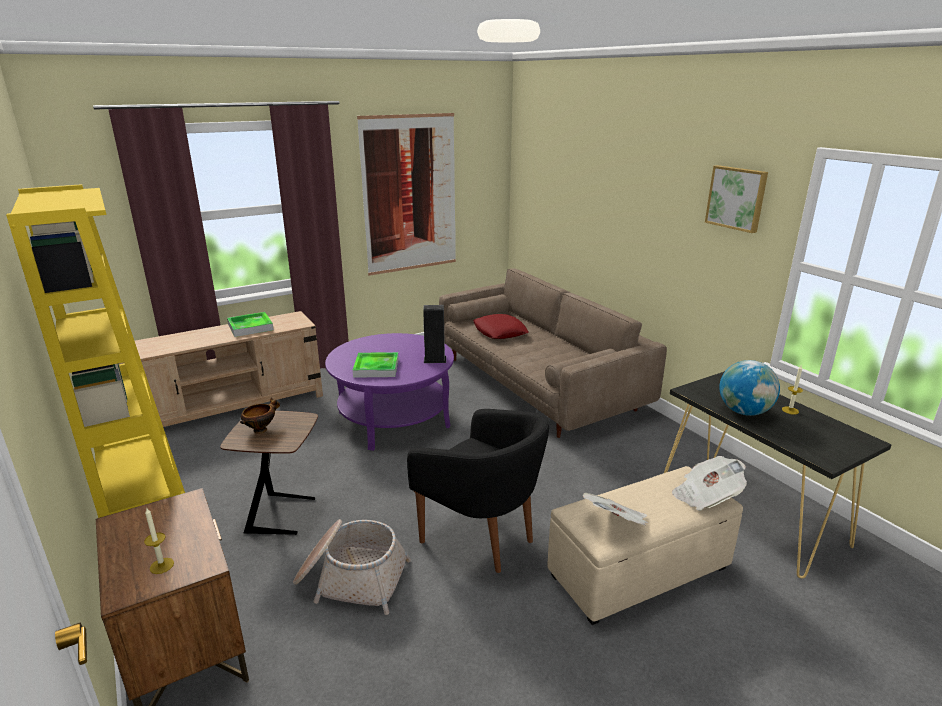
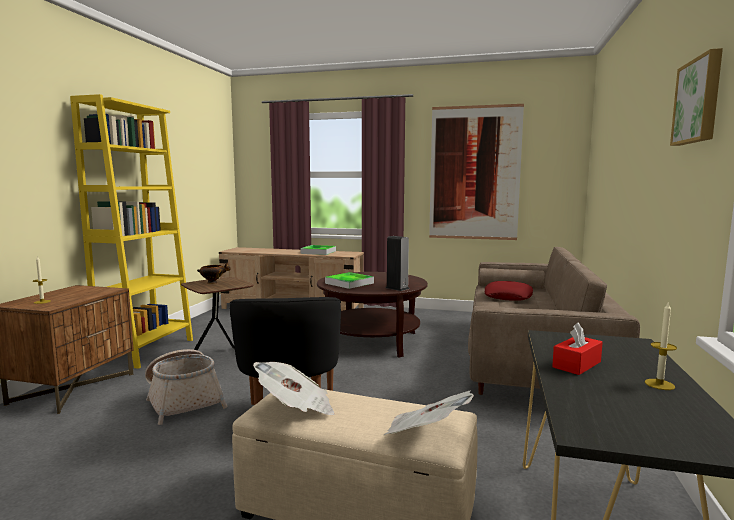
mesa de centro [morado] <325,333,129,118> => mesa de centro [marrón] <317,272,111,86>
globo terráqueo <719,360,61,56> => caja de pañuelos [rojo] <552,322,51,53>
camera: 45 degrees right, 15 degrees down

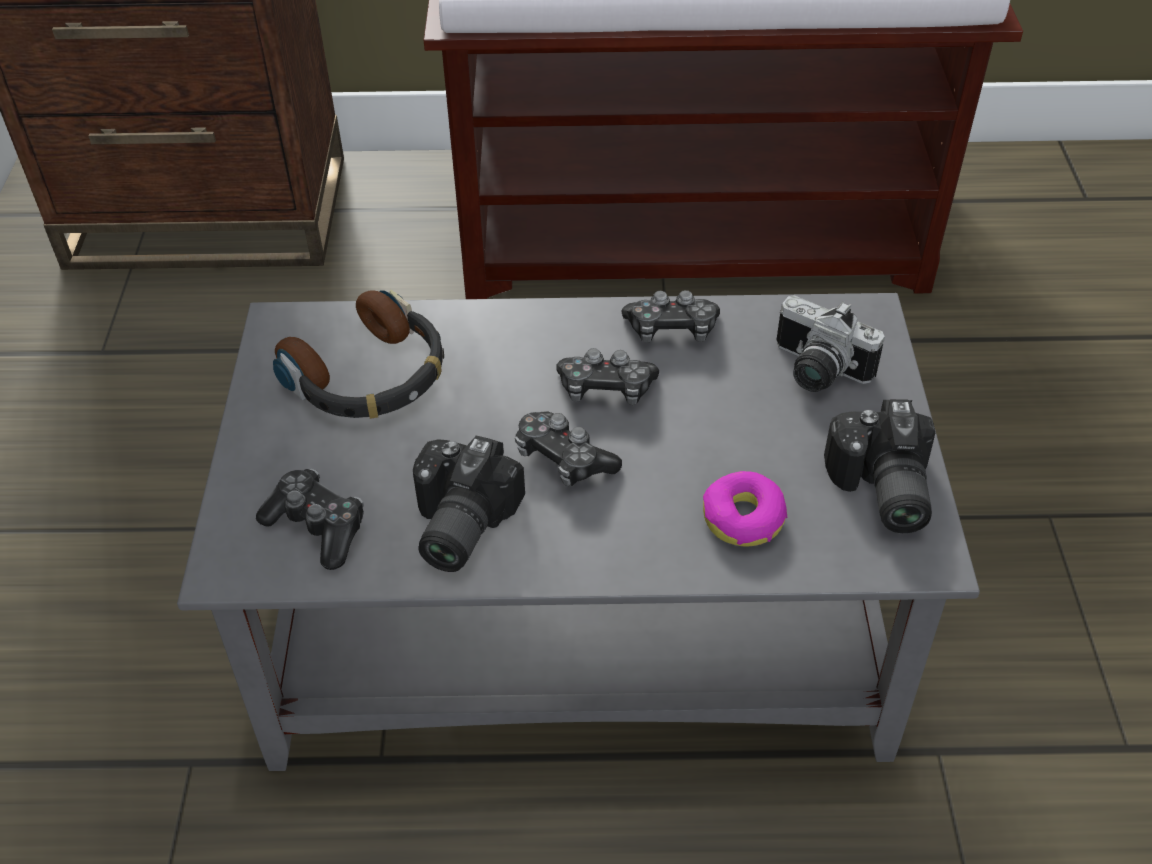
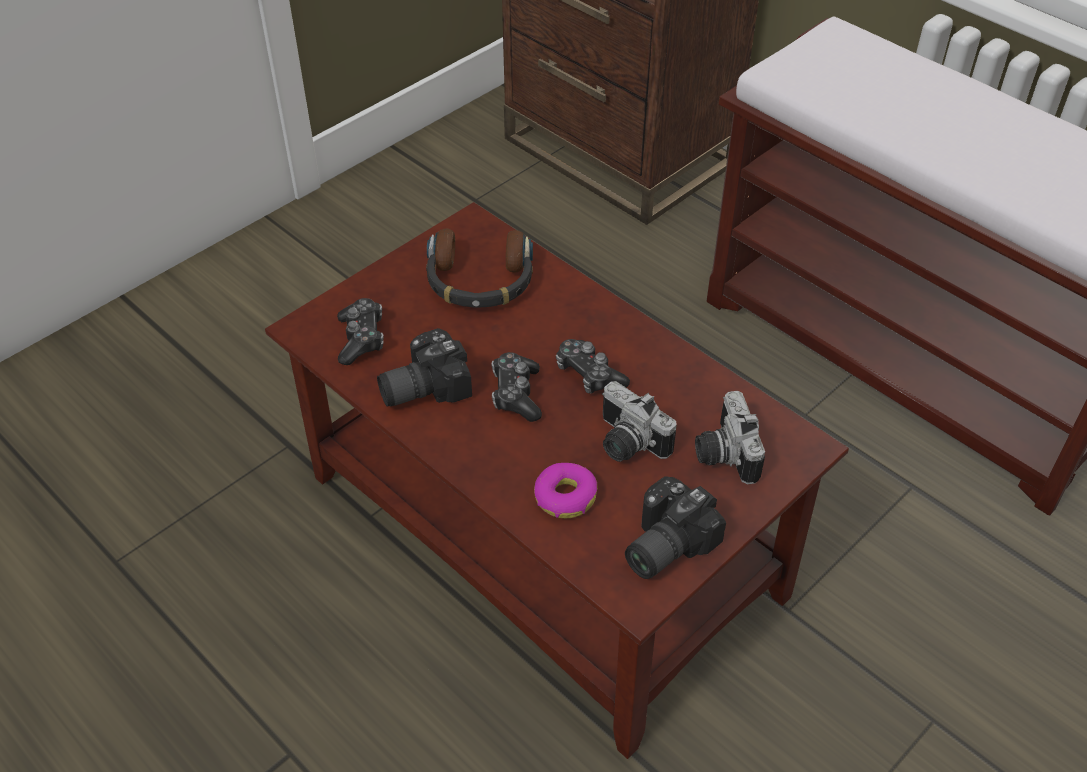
mesa de centro [gris] <177,293,803,478> => mesa de centro [marrón] <265,202,584,557>
nothing => cámara <602,381,75,81>
mando de consola <622,290,98,53> => nothing
camera: 45 degrees right, 0 degrees up

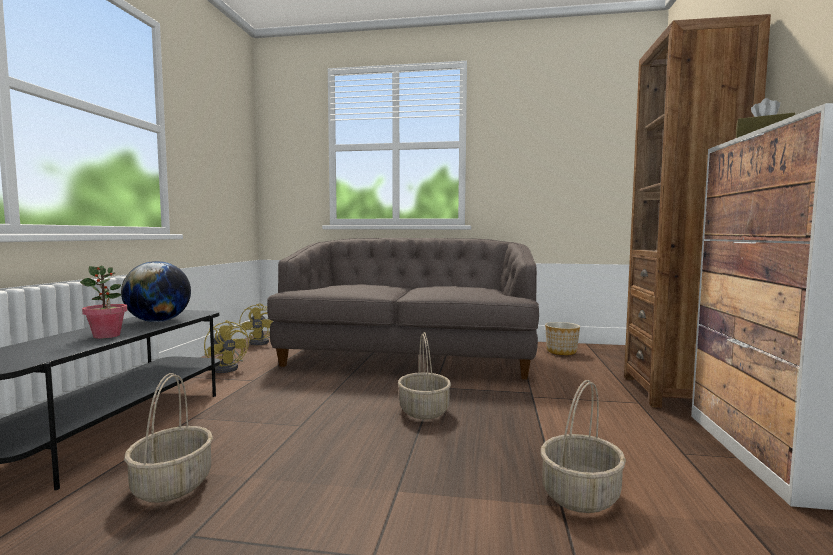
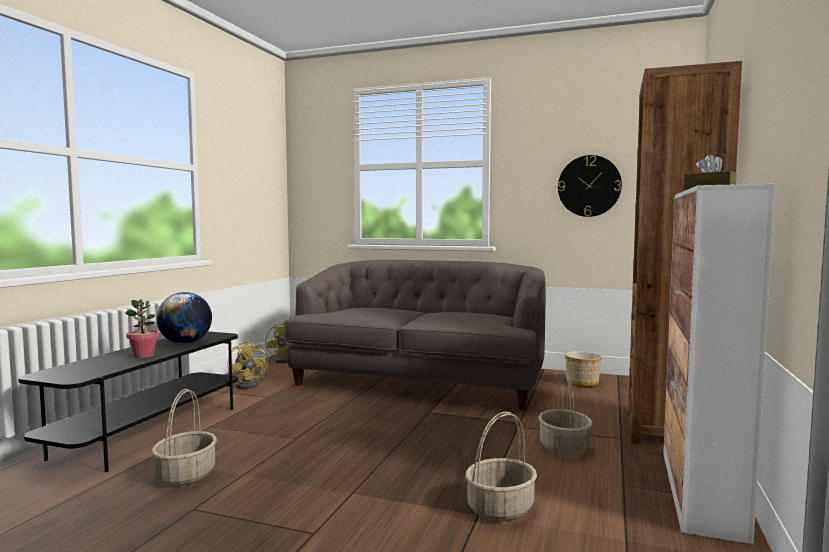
cesta <398,332,53,87> => cesta <538,370,55,86>, relocated
nothing => reloj de pared <558,155,64,62>
camera: 10 degrees right, 0 degrees up

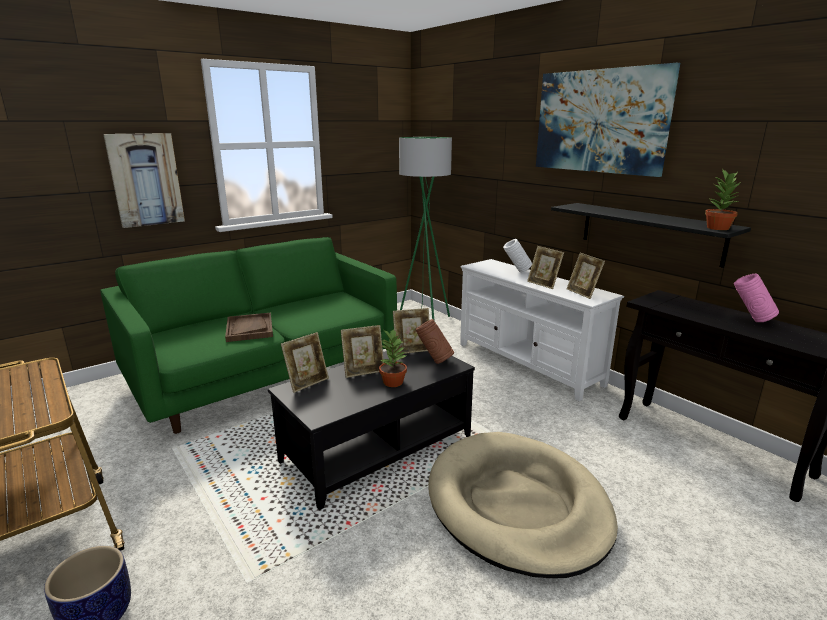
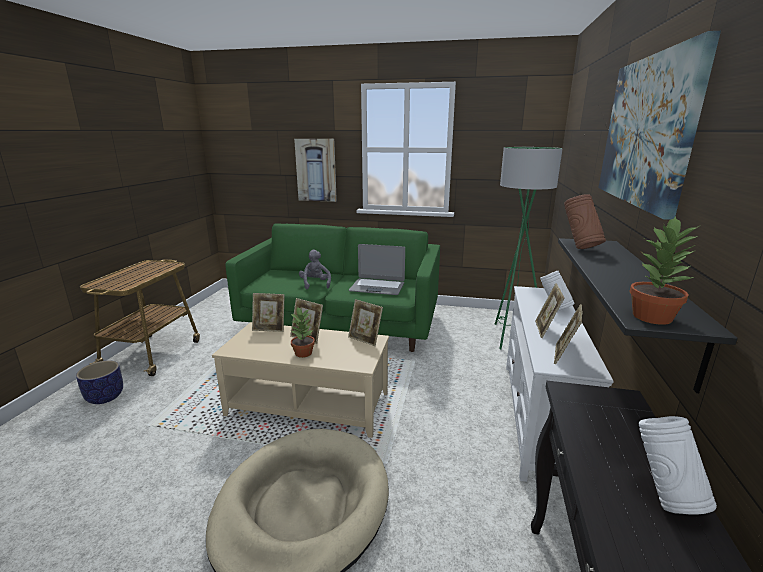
mesa de centro [negro] <268,350,207,160> => mesa de centro [beis] <212,322,177,116>
bandeja [marrón] <225,313,48,29> => peluche [gris] <299,250,32,39>
nothing => portátil <349,244,56,51>
florero [marrón] <416,319,38,45> => florero [marrón] <564,194,42,55>, relocated
florero [rosa] <734,274,45,48> => florero [blanco] <638,416,79,99>
camera: 50 degrees right, 0 degrees up

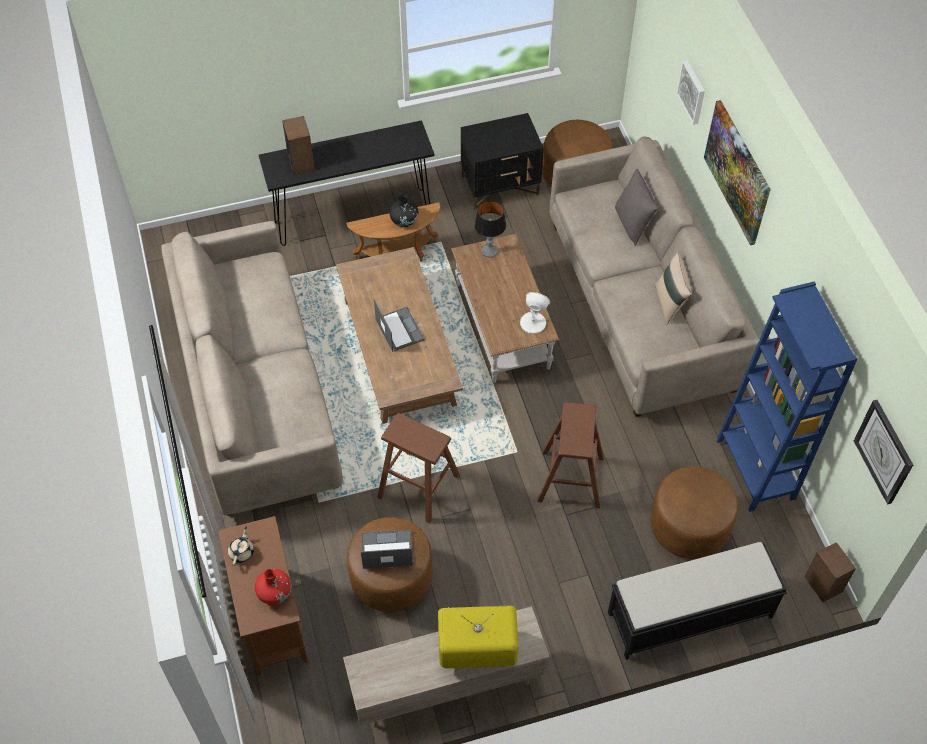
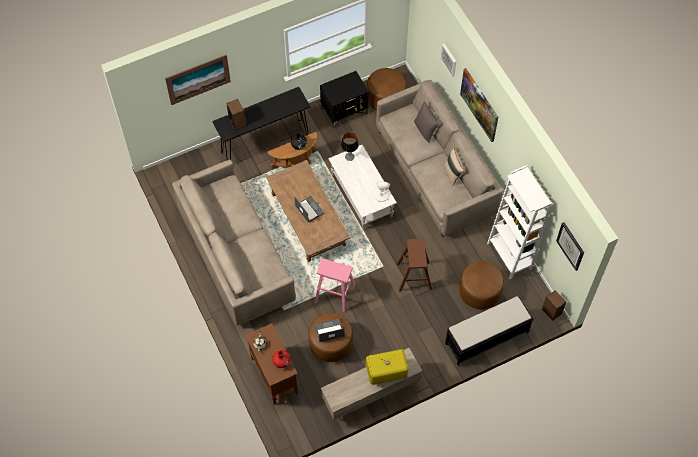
nothing => cuadro <165,55,66,50>
taburete [marrón] <377,413,83,111> => taburete [rosa] <314,258,41,54>
mesa de centro [marrón] <451,234,108,149> => mesa de centro [blanco] <328,145,69,85>
estantería [azul] <716,281,141,231> => estantería [blanco] <487,165,65,114>
camera: 10 degrees left, 5 degrees up

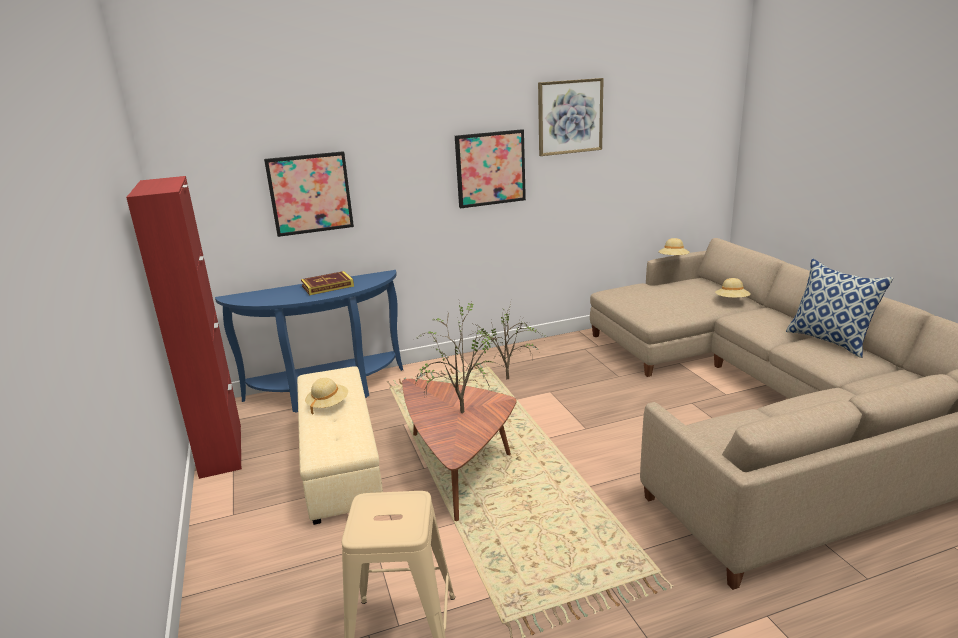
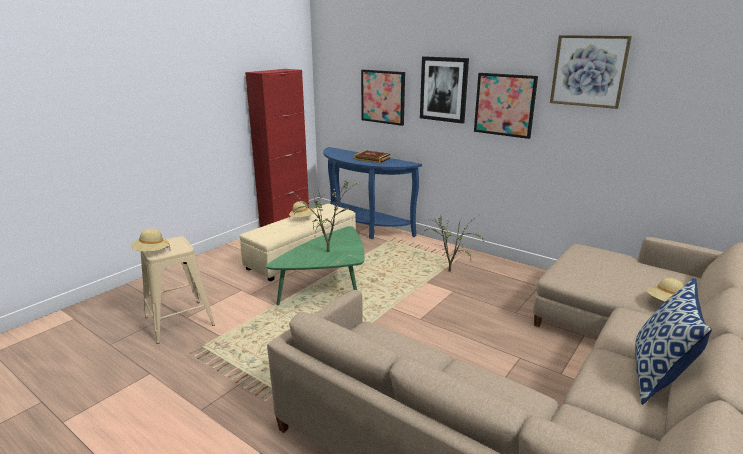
sombrero [beis] <658,238,32,17> => sombrero [beis] <131,228,40,24>, relocated
mesa de centro [marrón] <402,379,115,142> => mesa de centro [verde] <266,226,98,79>
nothing => cuadro <420,56,49,68>
camera: 55 degrees right, 0 degrees up

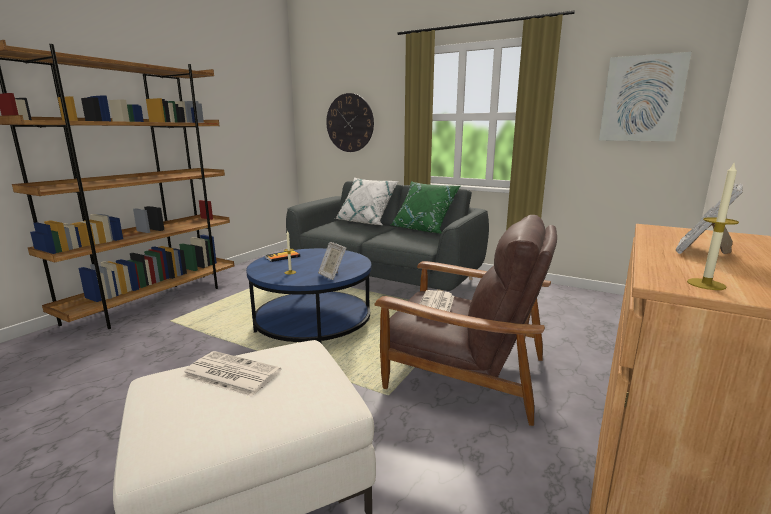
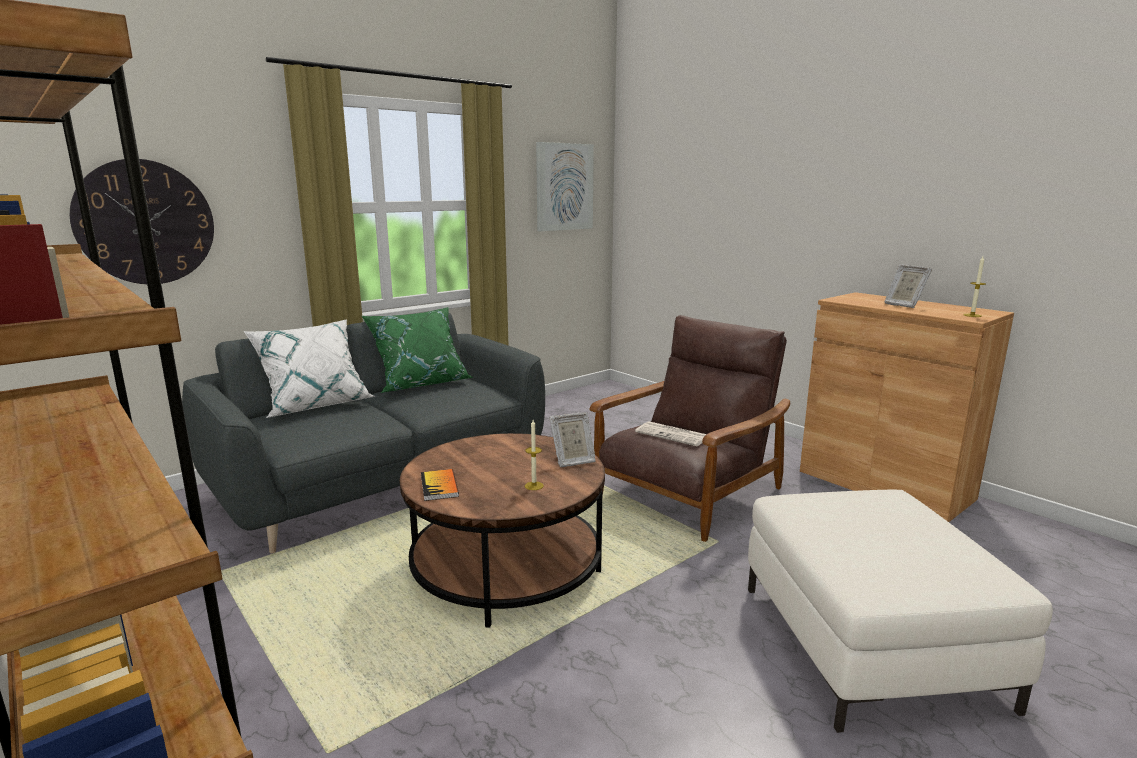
mesa de centro [azul] <246,248,126,96> => mesa de centro [marrón] <400,433,205,195>
periódico <182,351,99,46> => nothing
camera: 70 degrees left, 0 degrees up

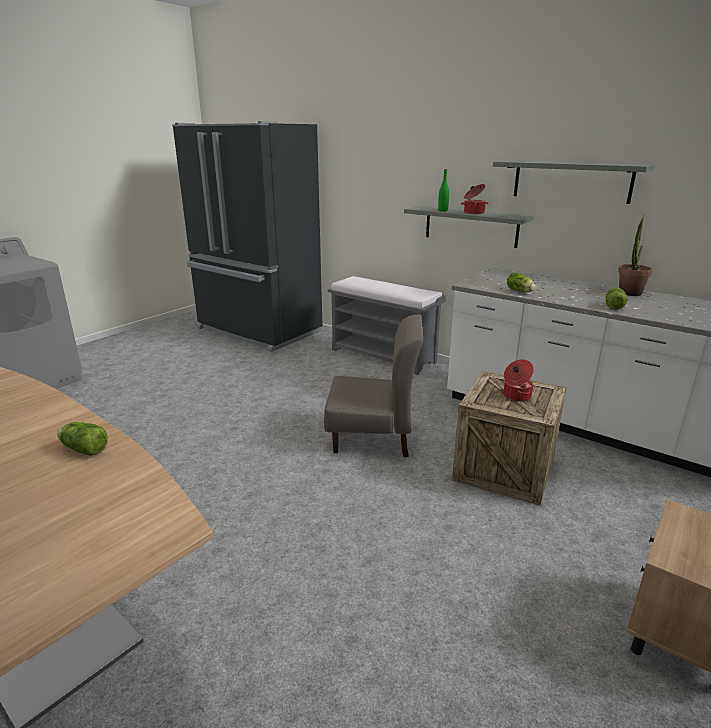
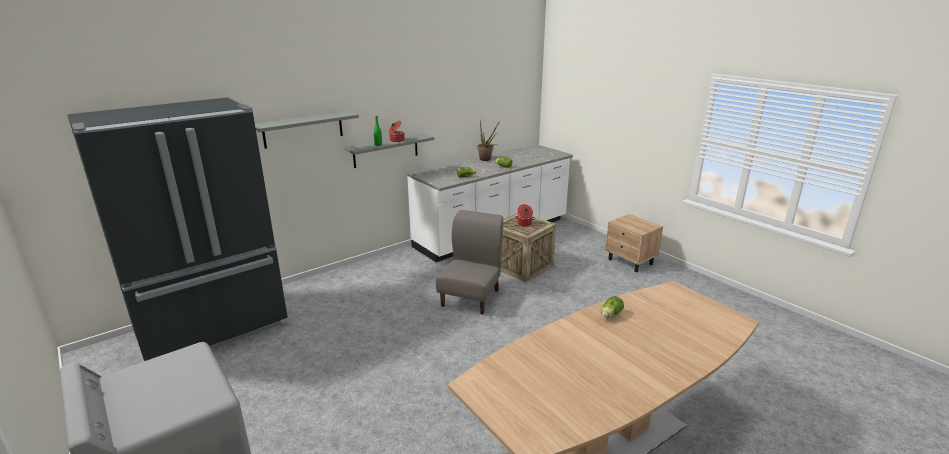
estante [gris] <493,160,161,44> => estante [gris] <255,111,104,38>, relocated
banco [gris] <328,276,118,99> => nothing
camera: 75 degrees left, 0 degrees up

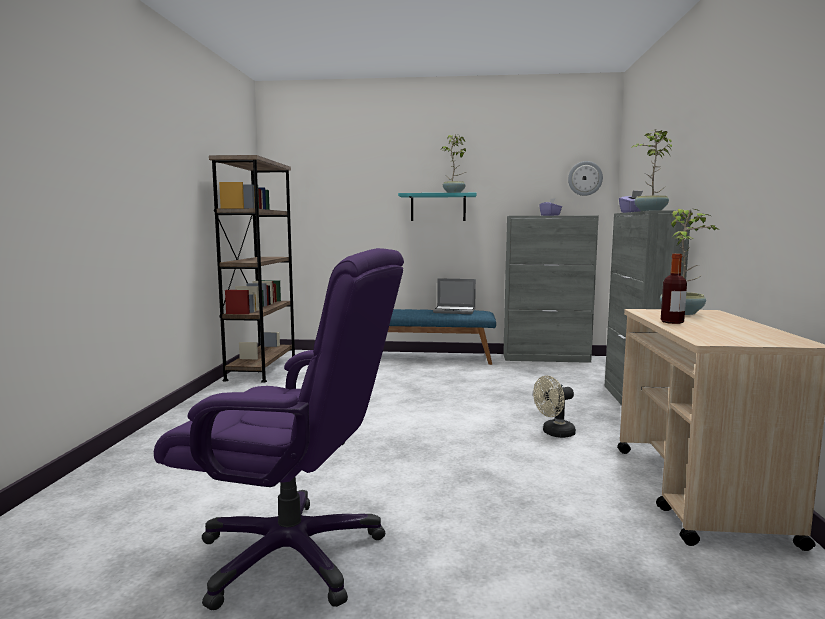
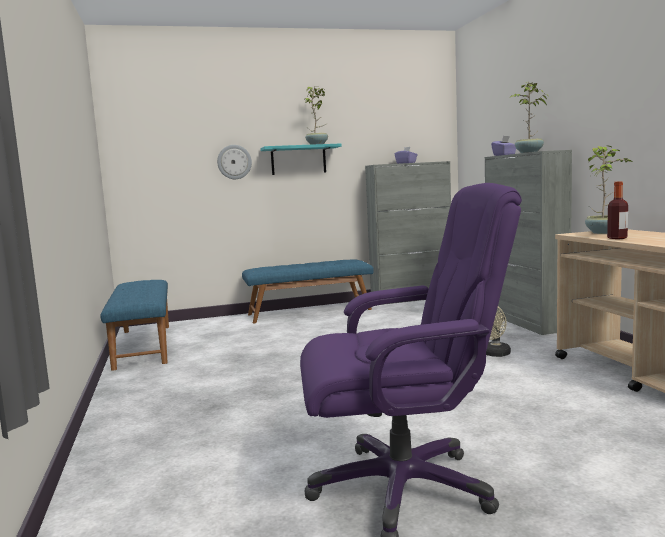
estantería [marrón] <209,155,86,228> => banco [azul] <100,280,69,91>
reloj de pared <568,161,35,35> => reloj de pared <217,145,35,34>, relocated
portátil <433,278,43,36> => nothing
camera: 20 degrees left, 0 degrees up

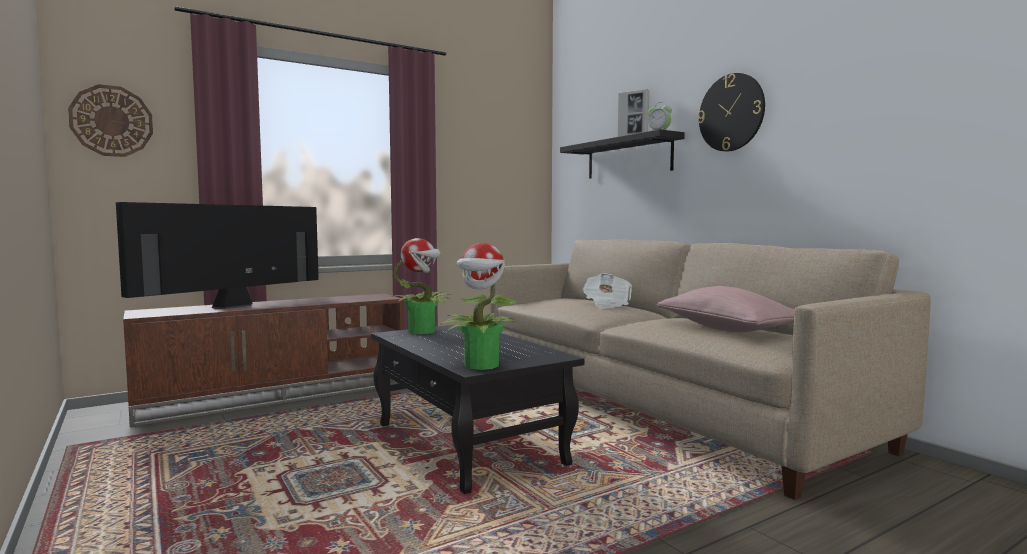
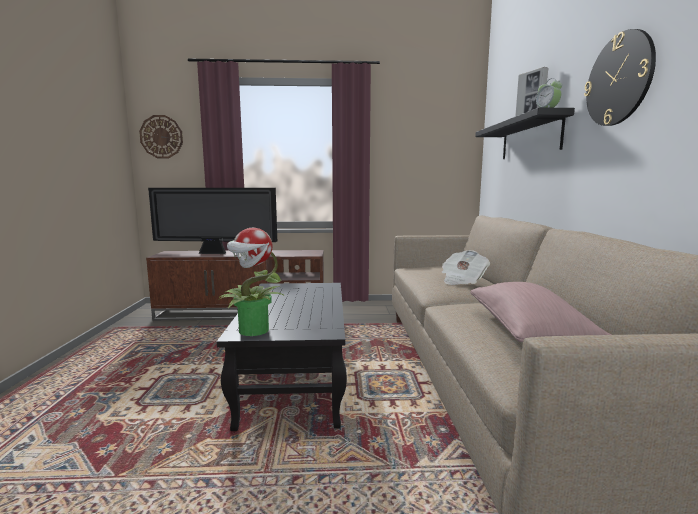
televisor <116,202,203,107> => televisor <148,188,129,66>, 150 degrees counterclockwise
planta en maceta <392,238,60,96> => nothing
camera: 30 degrees right, 5 degrees up

